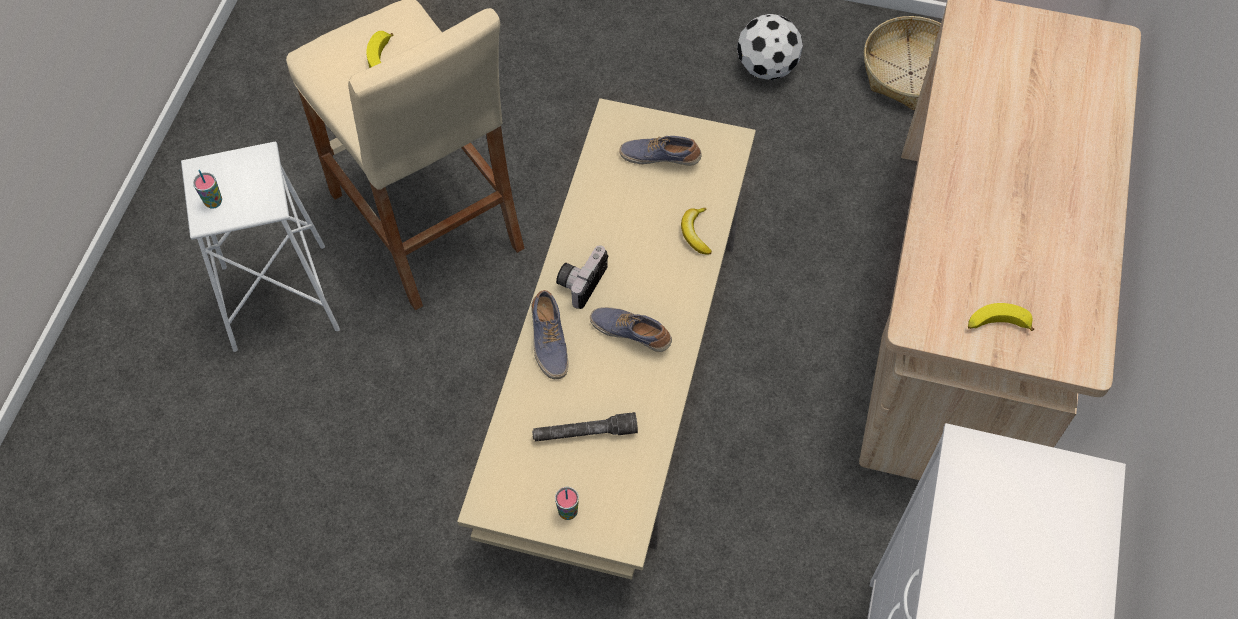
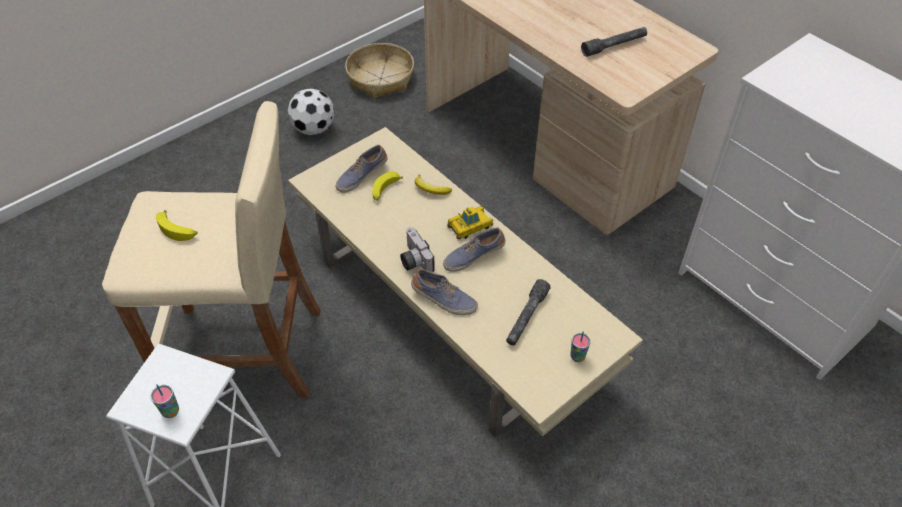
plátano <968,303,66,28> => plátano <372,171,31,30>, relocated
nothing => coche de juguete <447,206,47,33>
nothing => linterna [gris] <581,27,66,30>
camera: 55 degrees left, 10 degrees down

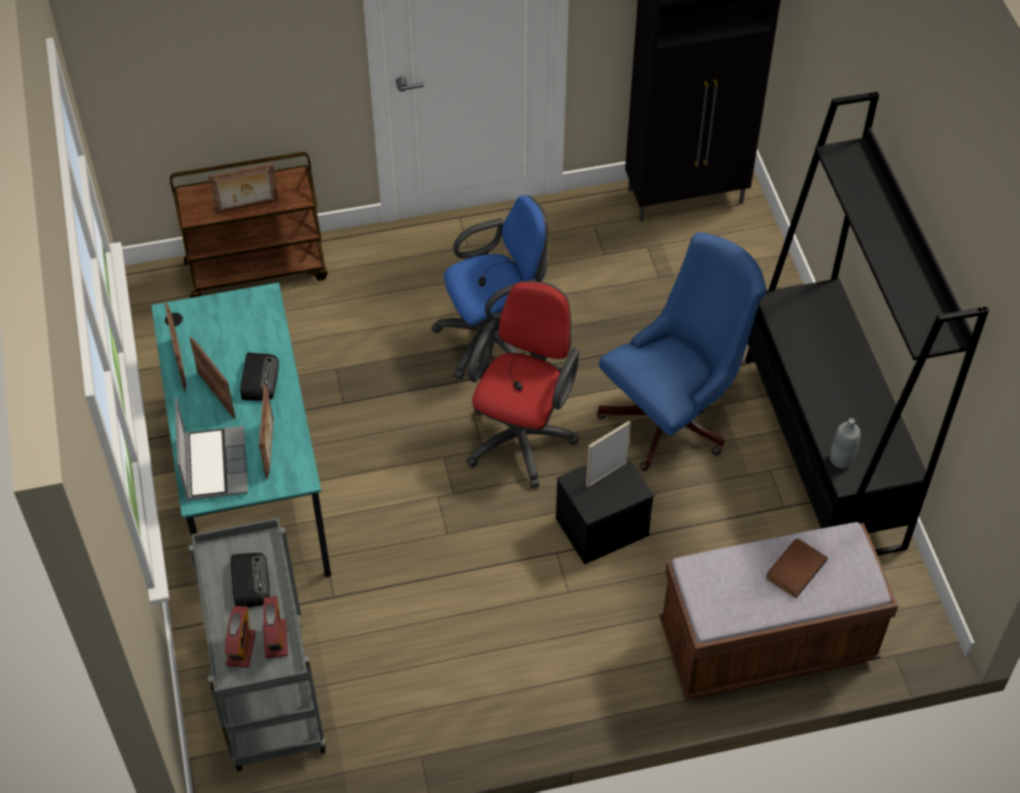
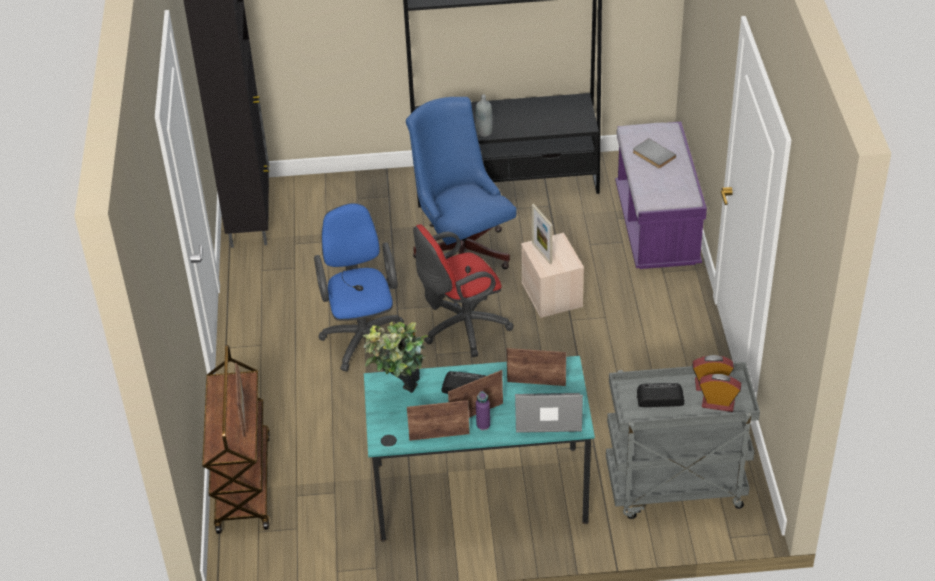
nothing => planta en maceta <363,322,65,71>
silla de oficina [rojo] <466,281,113,207> => silla de oficina [rojo] <413,224,101,133>, 60 degrees counterclockwise
botella [gris] <830,418,31,51> => botella [gris] <475,95,18,42>, relocated
nothing => botella [morado] <476,391,14,40>
caja de almacenaje [negro] <555,457,99,108> => caja de almacenaje [beis] <521,233,63,85>
banco [marrón] <659,522,239,178> => banco [morado] <615,122,92,147>
libro [marrón] <766,538,62,60> => libro [gris] <633,138,43,30>
camera: 80 degrees left, 10 degrees down

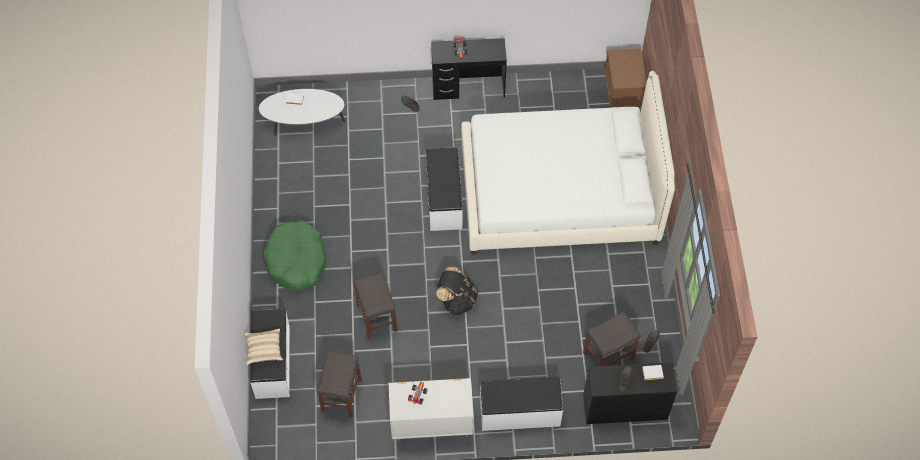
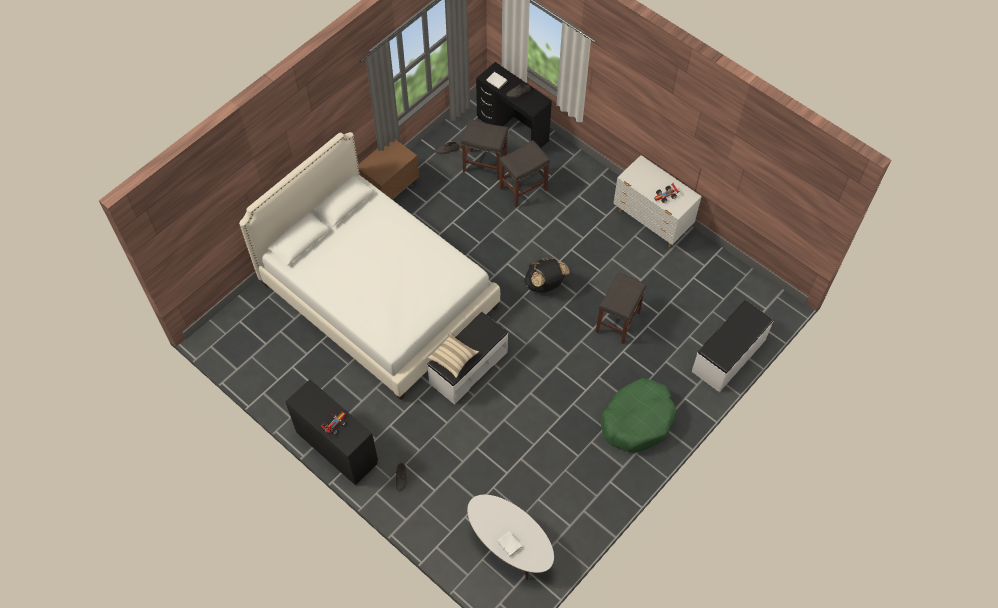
mesita de noche [marrón] <605,48,42,60> => mesita de noche [marrón] <358,139,61,61>, relocated
cojín [beis] <244,328,39,37> => cojín [beis] <428,333,51,45>, relocated
taburete [gris] <317,351,45,67> => taburete [gris] <499,140,51,68>, relocated
banco [blanco] <480,377,83,54> => nothing
camera: 135 degrees left, 0 degrees up

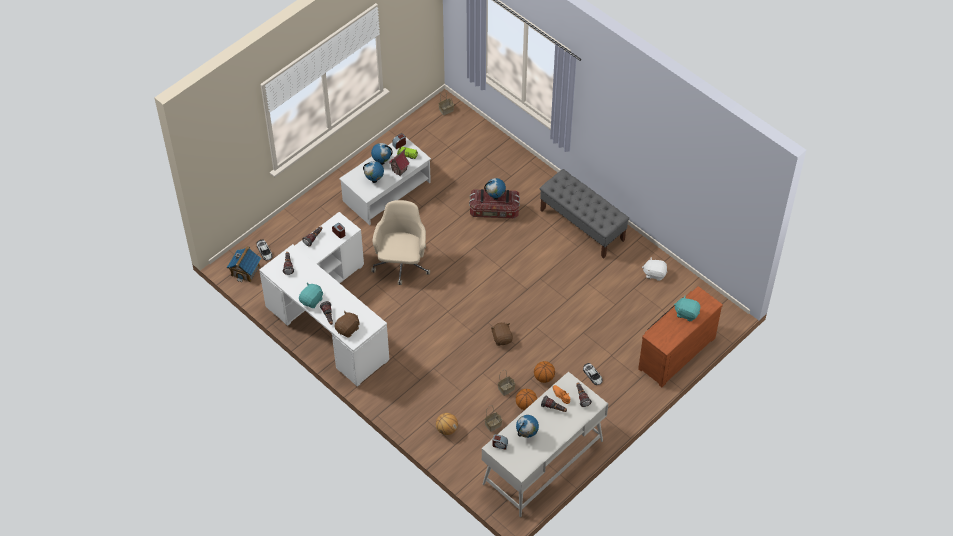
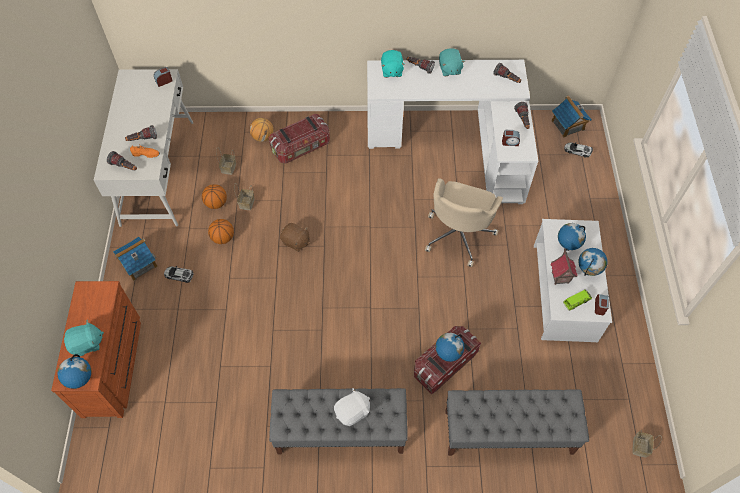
globo terráqueo <516,415,23,23> => globo terráqueo <57,354,35,35>, relocated
nothing => casita <113,237,45,44>
nothing => caja de almacenaje <269,114,61,50>
peluche [blanco] <642,258,25,23> => peluche [blanco] <334,388,36,38>, relocated
peluche [marrón] <334,311,26,27> => peluche [turquesa] <381,50,24,28>
silla de oficina [beis] <371,200,59,85> => silla de oficina [beis] <425,178,78,89>, 60 degrees clockwise
nothing => banco [gris] <445,389,144,67>
camera: 135 degrees right, 5 degrees up

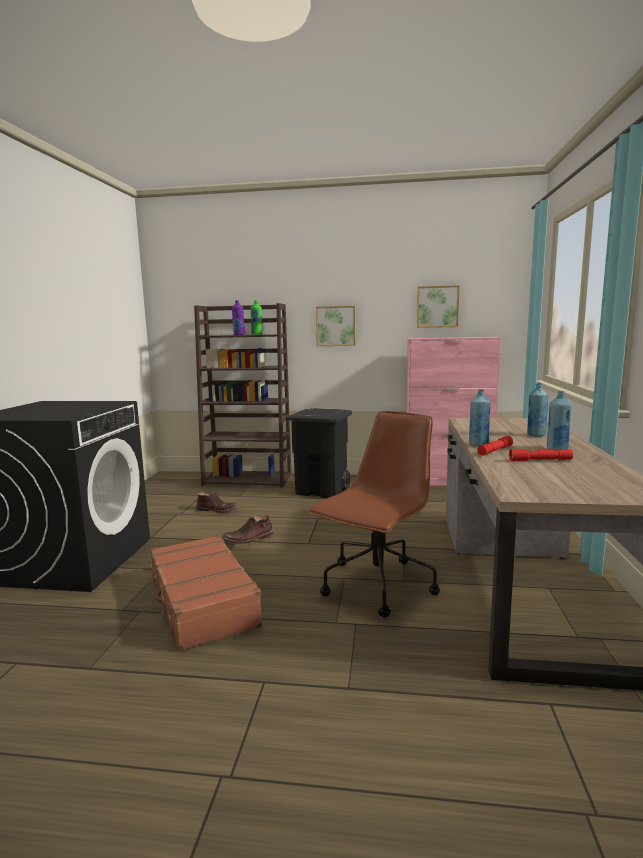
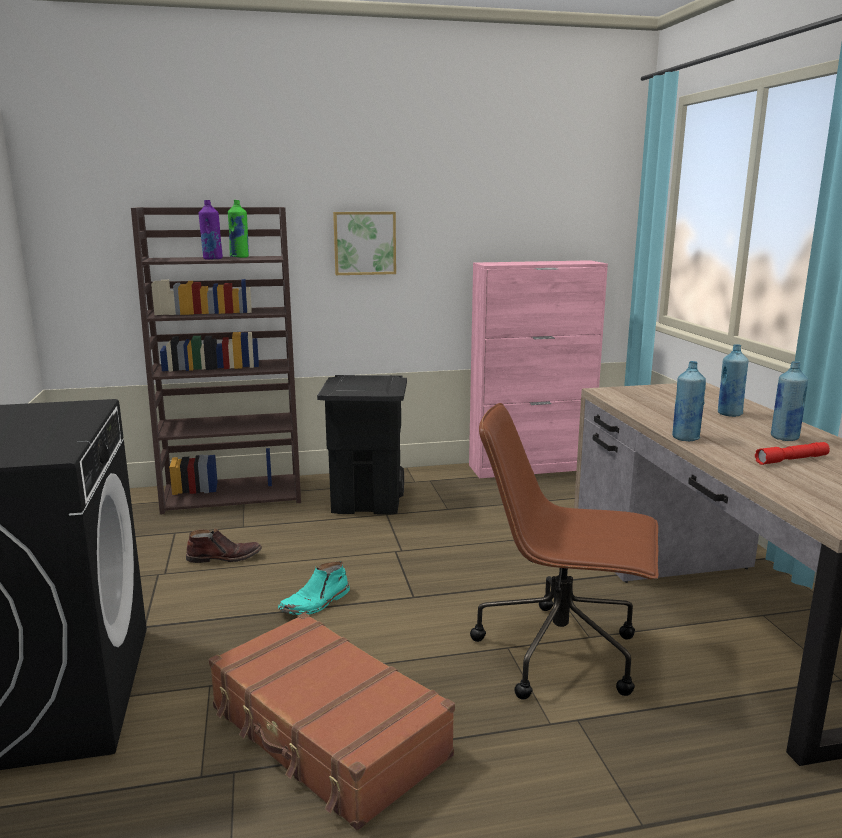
bota [marrón] <222,515,52,29> => bota [turquesa] <278,561,72,54>
silla de oficina [marrón] <308,411,132,207> => silla de oficina [marrón] <470,403,188,297>, 90 degrees counterclockwise
cuadro <417,285,43,43> => nothing
linterna [rojo] <477,436,36,19> => nothing
camera: 20 degrees left, 5 degrees up

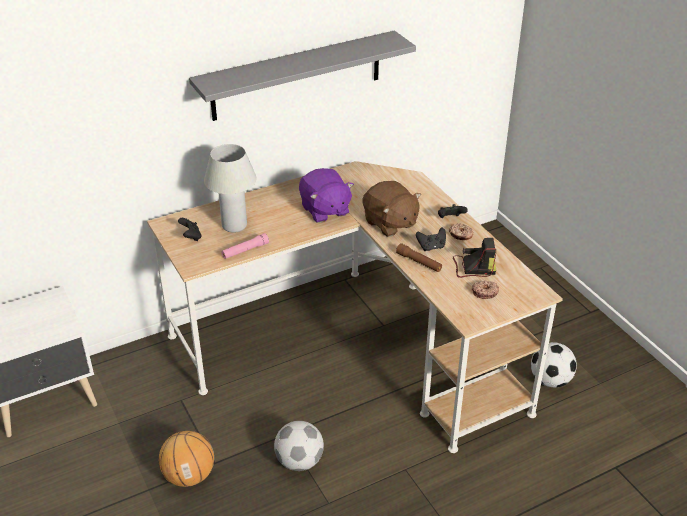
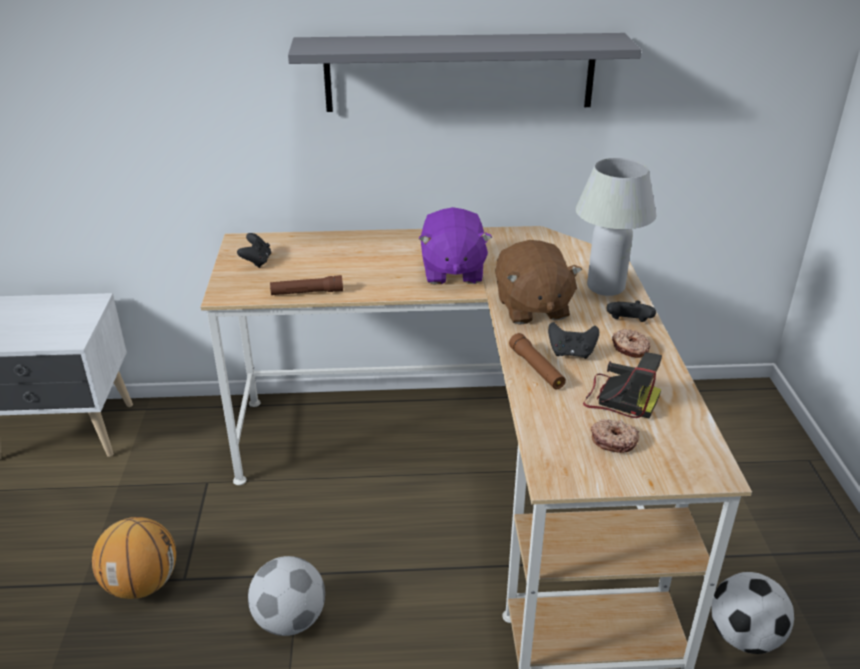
linterna [rosa] <221,233,48,26> => linterna [marrón] <270,275,73,20>
lámpara de mesa [blanco] <204,144,53,89> => lámpara de mesa [blanco] <576,158,81,138>, relocated
camera: 25 degrees right, 5 degrees down

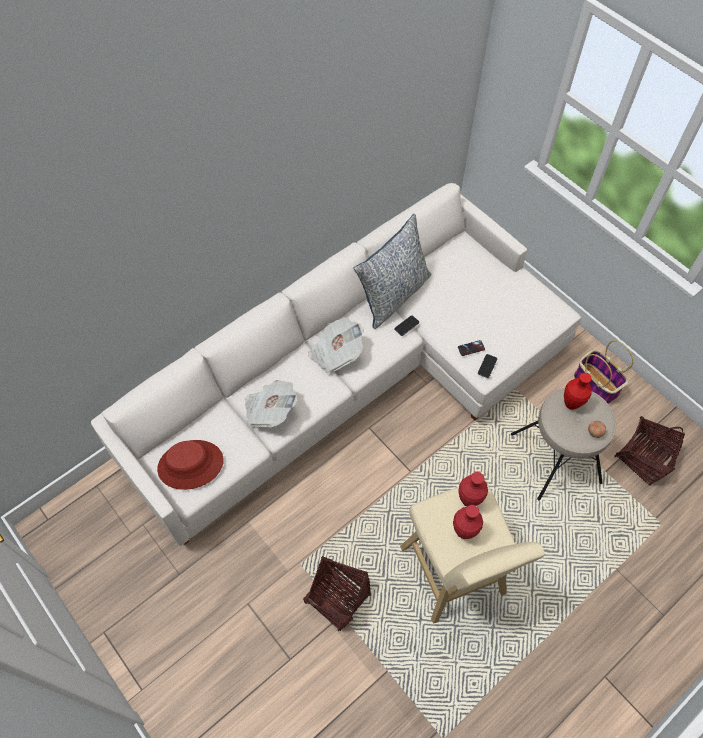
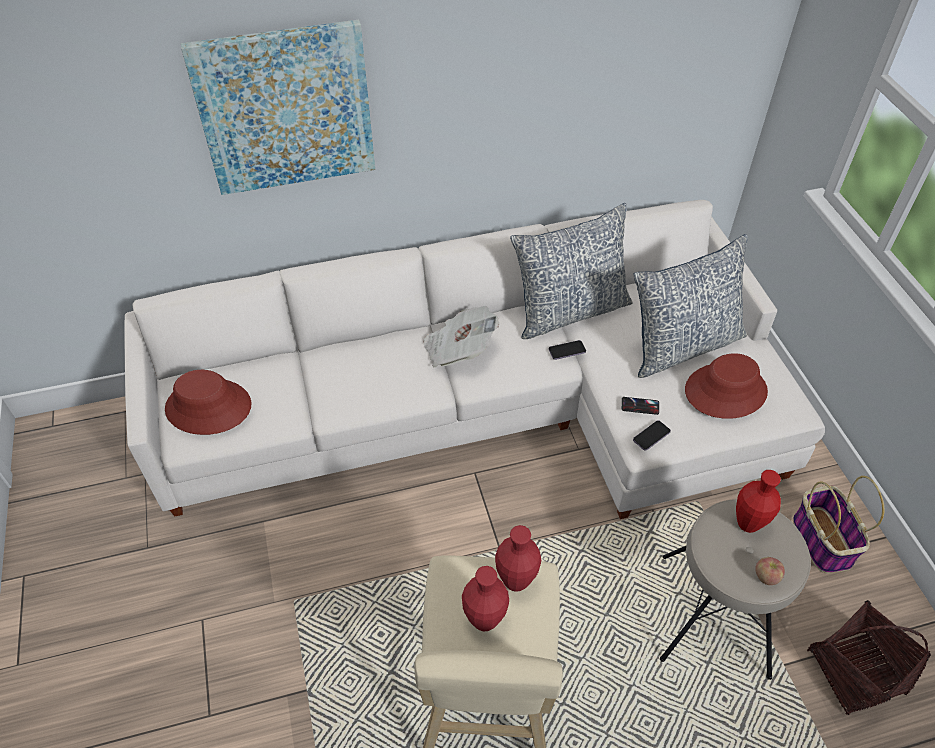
nothing => cuadro <181,19,194,176>
nothing => cojín <633,234,115,144>
nothing => sombrero [rojo] <685,353,83,66>
periódico <245,380,52,47> => nothing
cesta <304,556,67,75> => nothing
camera: 25 degrees right, 10 degrees down

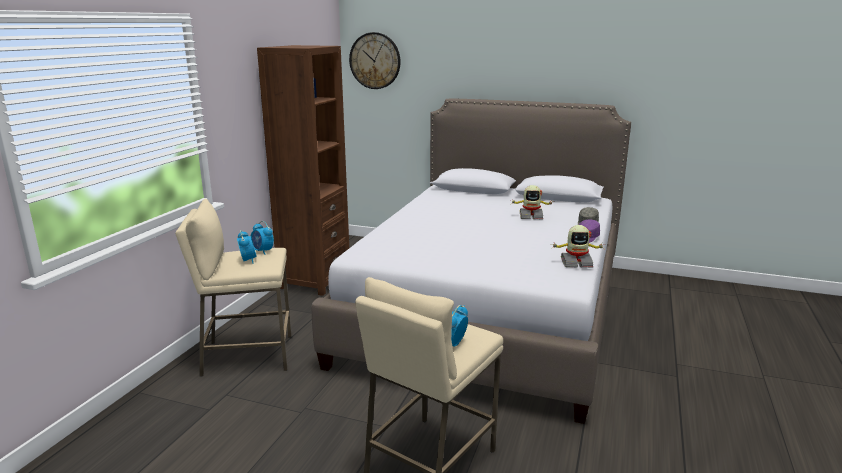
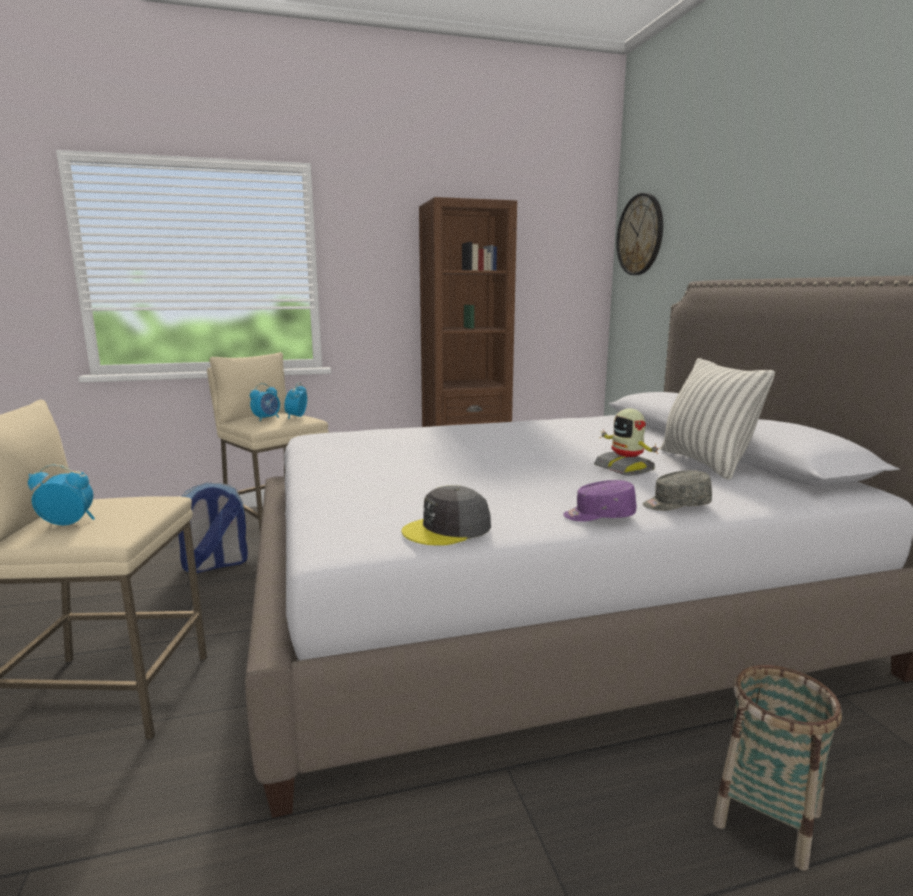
nothing => mochila <178,483,70,90>
robot de juguete <552,225,53,43> => gorra [gris] <402,485,89,61>
nothing => cojín <661,358,114,122>
nothing => cesta <713,665,129,206>
camera: 55 degrees right, 5 degrees down

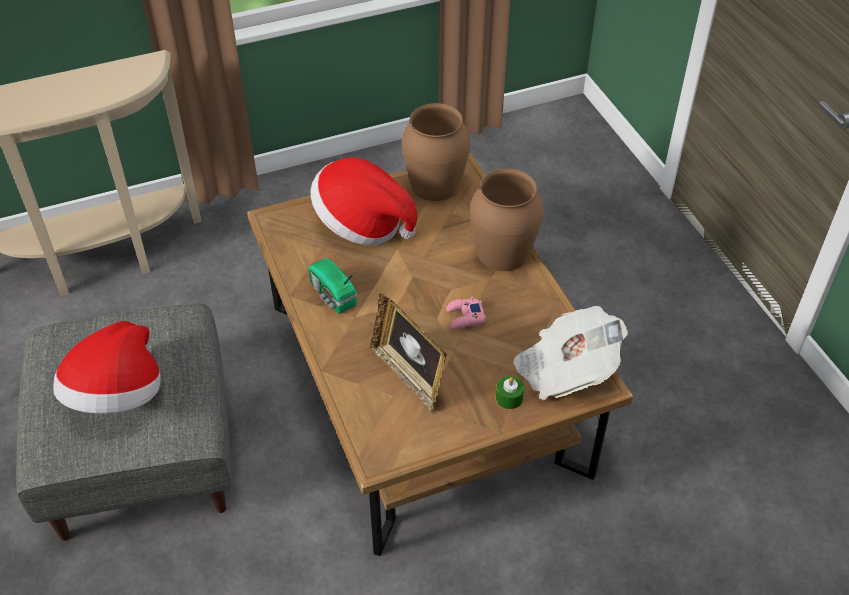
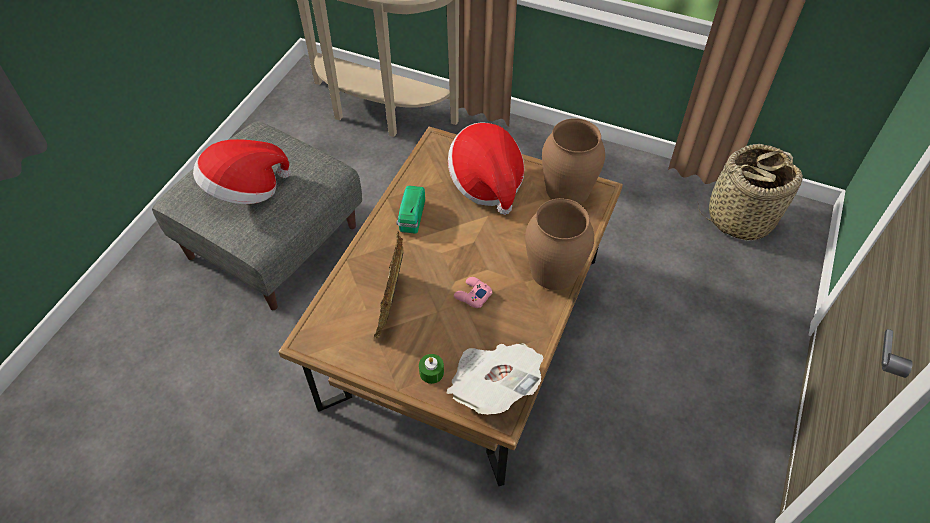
nothing => cesta <698,144,105,97>
camera: 45 degrees right, 5 degrees up

